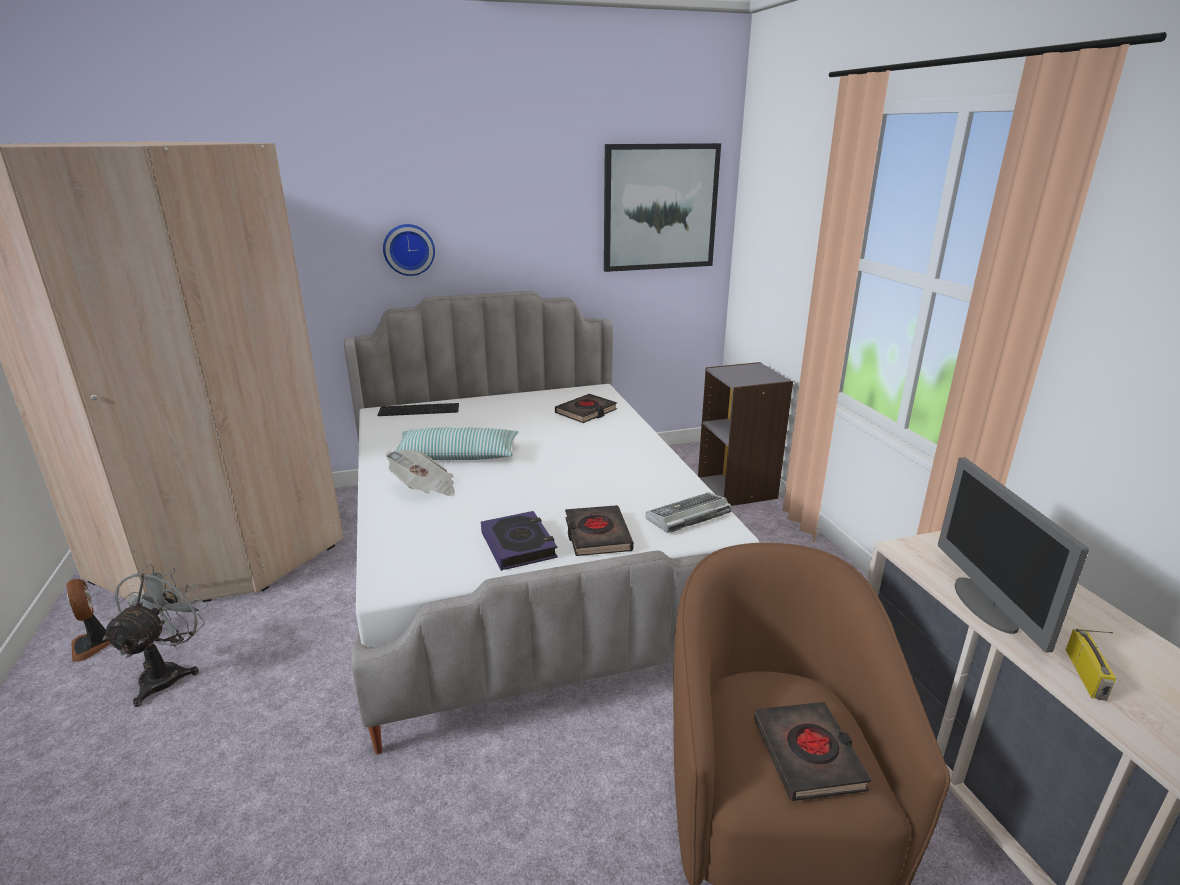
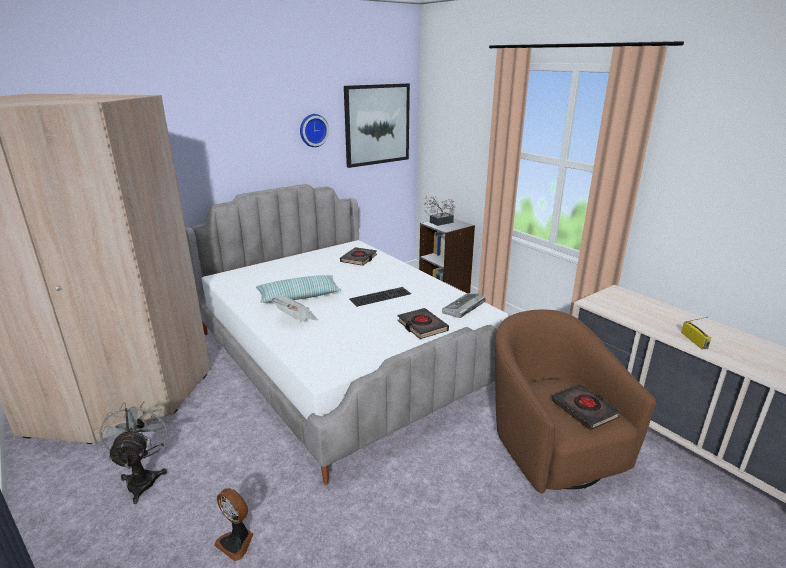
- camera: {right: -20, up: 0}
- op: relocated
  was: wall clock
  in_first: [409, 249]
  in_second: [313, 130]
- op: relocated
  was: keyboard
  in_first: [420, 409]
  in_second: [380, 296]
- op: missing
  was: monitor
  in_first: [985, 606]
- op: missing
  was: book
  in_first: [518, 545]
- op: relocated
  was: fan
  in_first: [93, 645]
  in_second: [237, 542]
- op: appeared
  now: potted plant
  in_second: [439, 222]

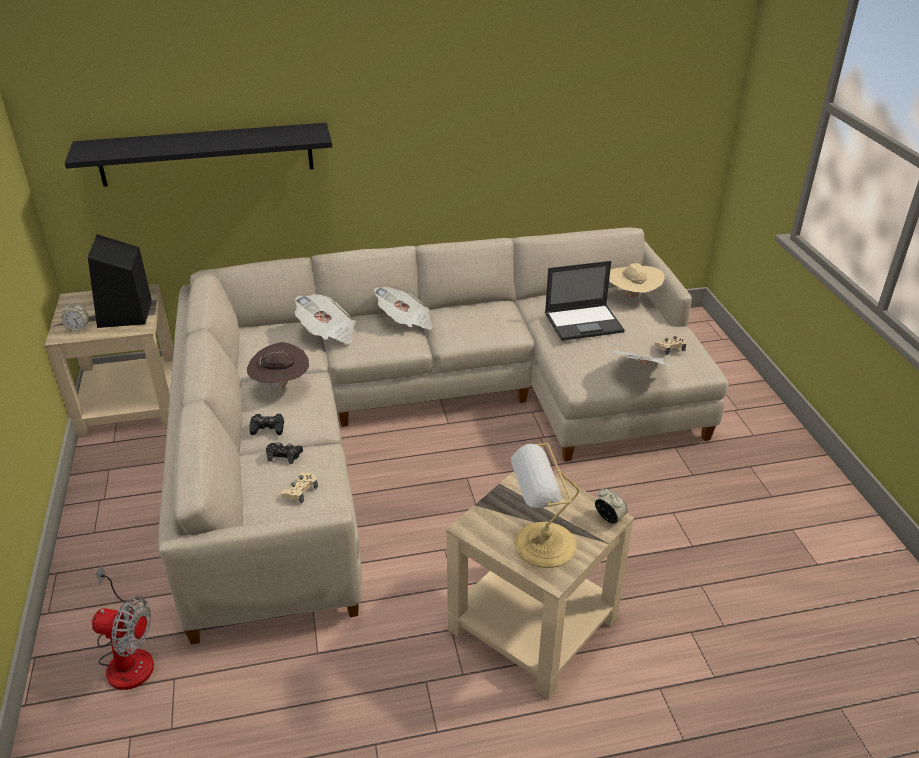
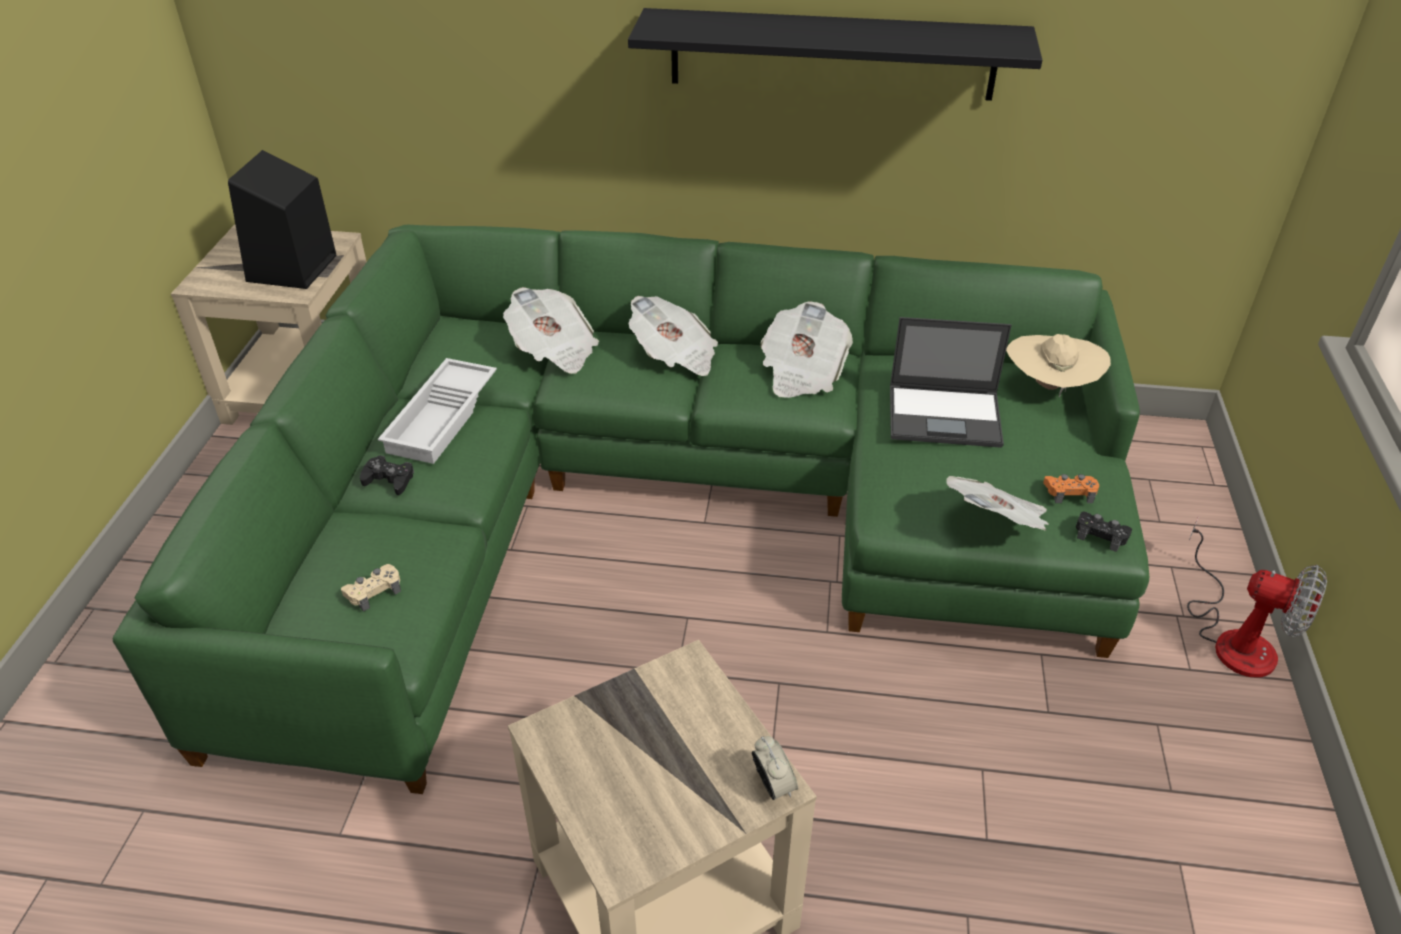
- camera: {right: 20, up: 5}
- op: relocated
  was: black shelf
  in_first: [206, 154]
  in_second: [832, 54]
- op: colour
  was: beige sofa
  now: green sofa
  in_first: [420, 420]
  in_second: [667, 507]
- op: missing
  was: alarm clock
  in_first: [78, 328]
- op: colour
  was: beige game controller
  now: orange game controller
  in_first: [670, 348]
  in_second: [1069, 492]
- op: exchanged
  was: brown hat
  now: white tray
  in_first: [281, 385]
  in_second: [443, 418]
- op: relocated
  was: black game controller
  in_first: [284, 455]
  in_second: [1101, 535]
- op: missing
  was: table lamp
  in_first: [542, 545]
- op: relocated
  was: fan
  in_first: [127, 656]
  in_second: [1234, 637]
- op: appeared
  now: newspaper
  in_second: [802, 372]

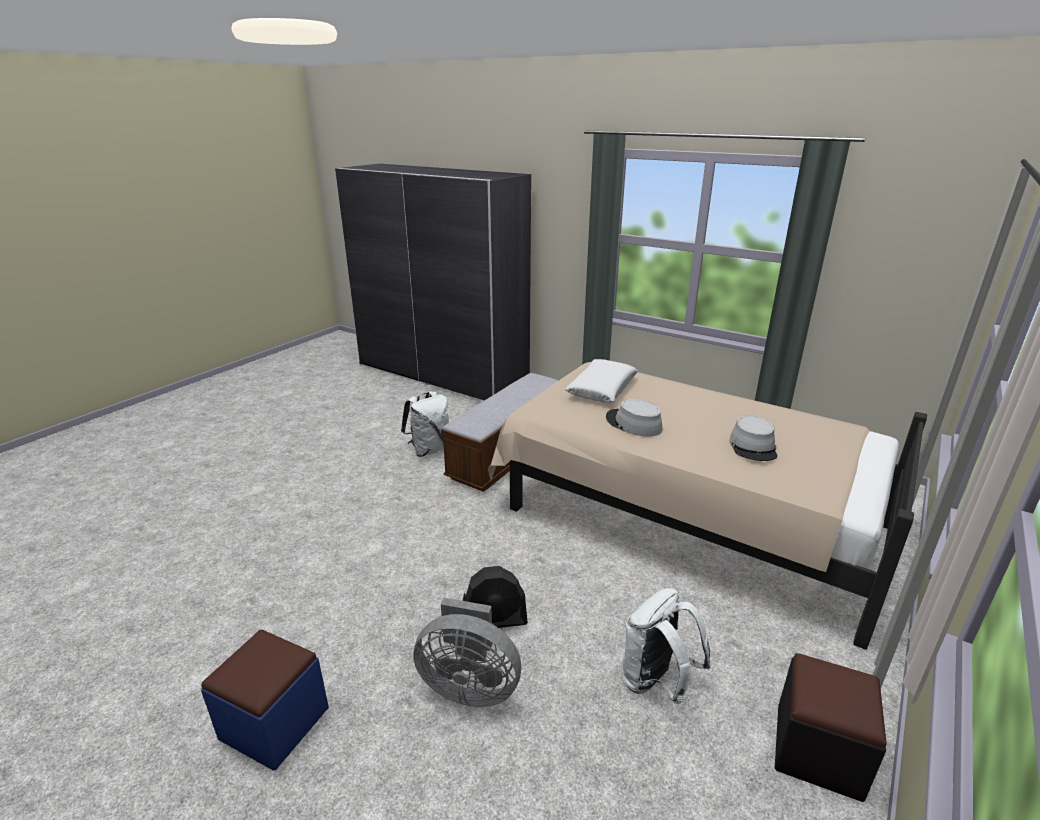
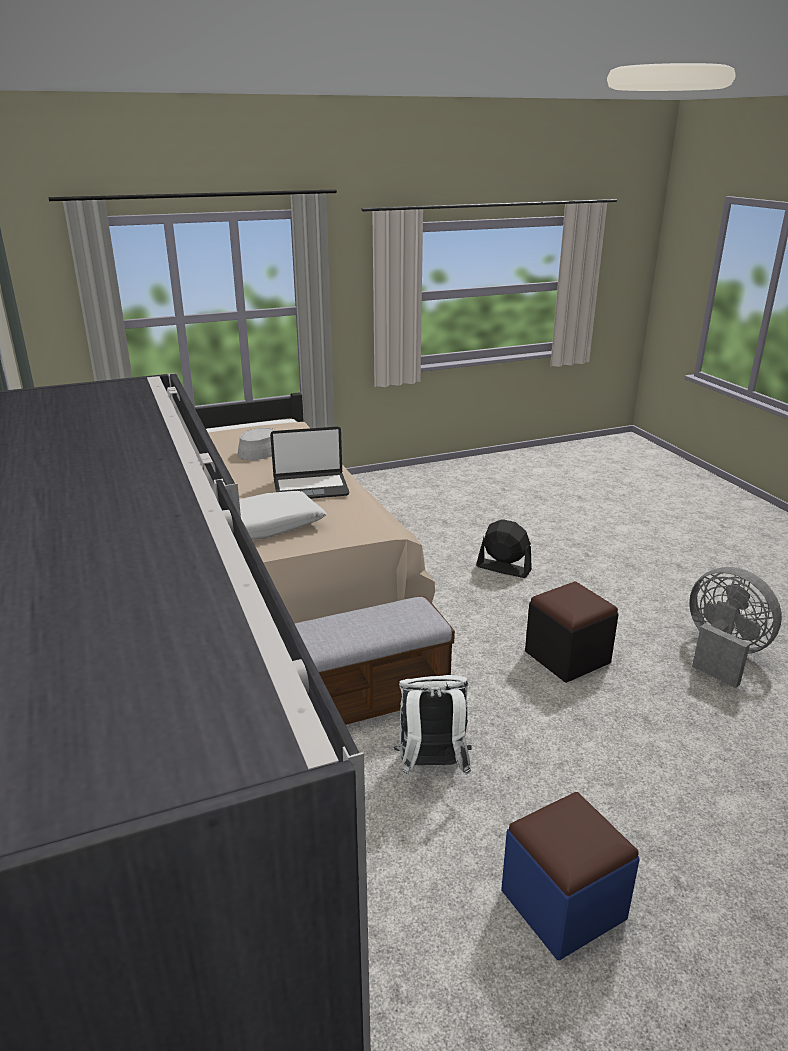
- camera: {right: -145, up: 0}
- op: exchanged
  was: grey hat
  now: laptop
  in_first: [633, 424]
  in_second: [310, 488]
- op: missing
  was: white backpack
  in_first: [656, 682]
- op: relocated
  was: grey fan
  in_first: [469, 686]
  in_second: [722, 654]
- op: relocated
  was: blue ottoman
  in_first: [275, 723]
  in_second: [563, 904]
- op: relocated
  was: black ottoman
  in_first: [818, 751]
  in_second: [567, 657]

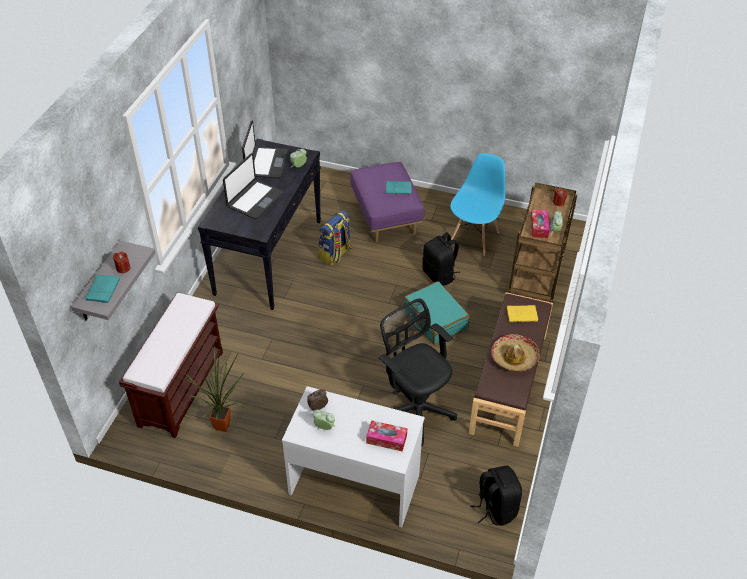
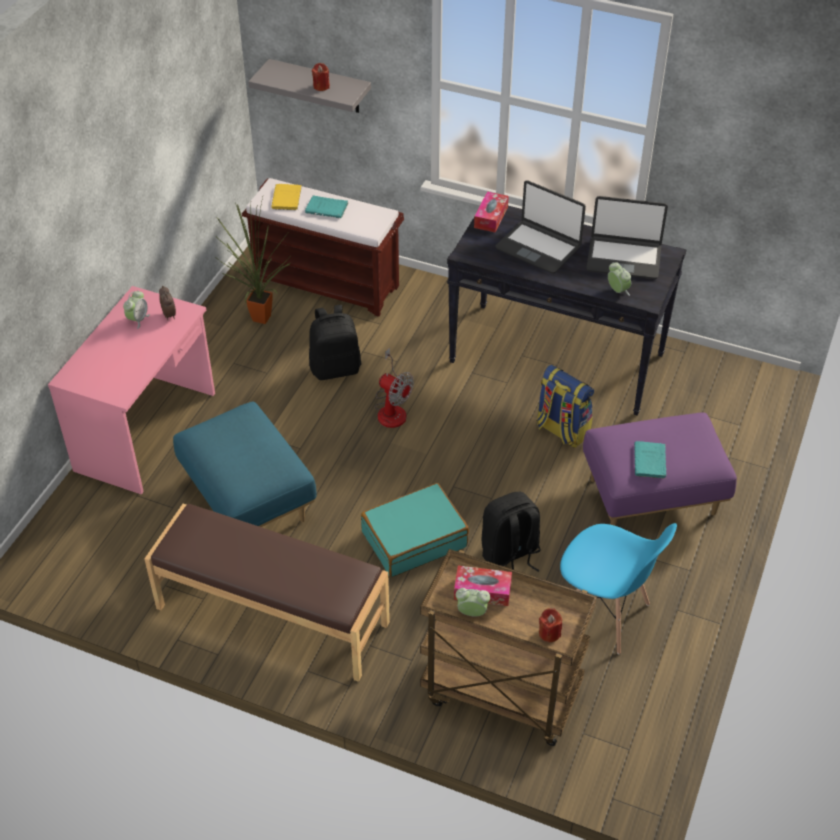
- camera: {right: 95, up: 0}
- op: relocated
  was: turquoise book
  in_first: [103, 289]
  in_second: [328, 208]
- op: exchanged
  was: black office chair
  now: blue ottoman
  in_first: [415, 408]
  in_second: [249, 500]
- op: relocated
  was: yellow book
  in_first: [523, 314]
  in_second: [286, 199]
- op: missing
  was: hat
  in_first: [514, 357]
- op: colour
  was: white desk
  now: pink desk
  in_first: [354, 483]
  in_second: [147, 432]
- op: relocated
  was: tissue box
  in_first: [386, 439]
  in_second: [491, 217]
- op: relocated
  was: black backpack
  in_first: [495, 508]
  in_second: [335, 368]
- op: appeared
  now: fan
  in_second: [391, 409]

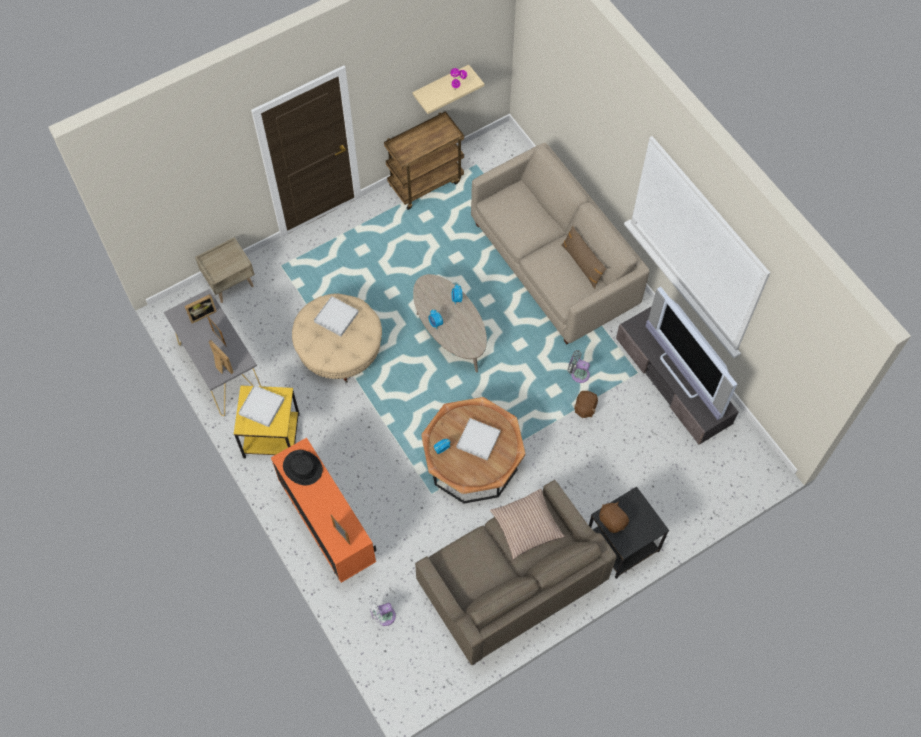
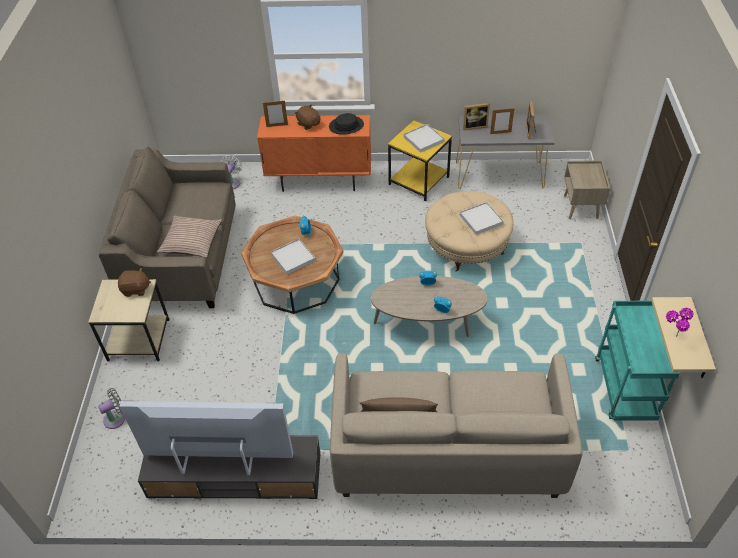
- camera: {right: 125, up: -15}
- op: colour
  was: brown cart
  now: turquoise cart
  in_first: [425, 182]
  in_second: [625, 390]
- op: relocated
  was: grey fan
  in_first: [578, 374]
  in_second: [116, 418]
- op: relocated
  was: brown plush toy
  in_first: [584, 408]
  in_second: [308, 124]
- op: colour
  was: black side table
  now: beige side table
  in_first: [622, 544]
  in_second: [138, 339]

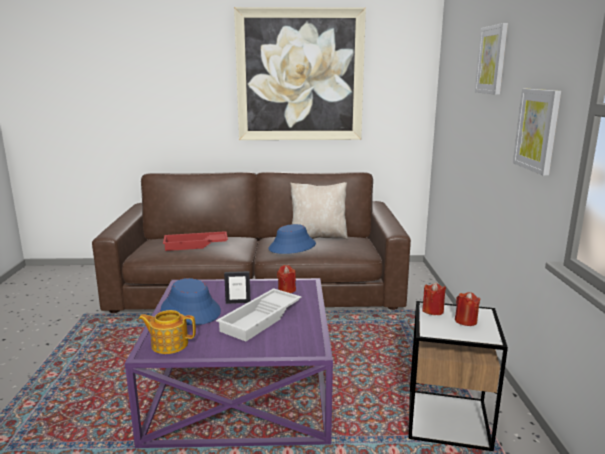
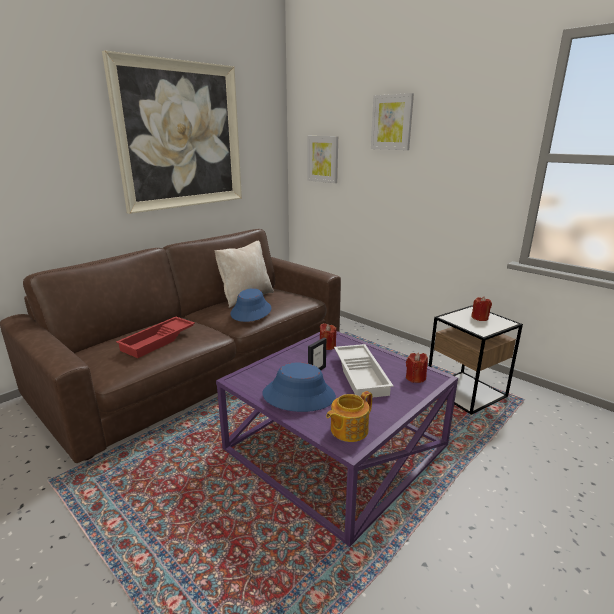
- camera: {right: -45, up: 5}
- op: relocated
  was: picture
  in_first: [537, 130]
  in_second: [323, 159]
- op: relocated
  was: red candle
  in_first: [433, 311]
  in_second: [415, 378]

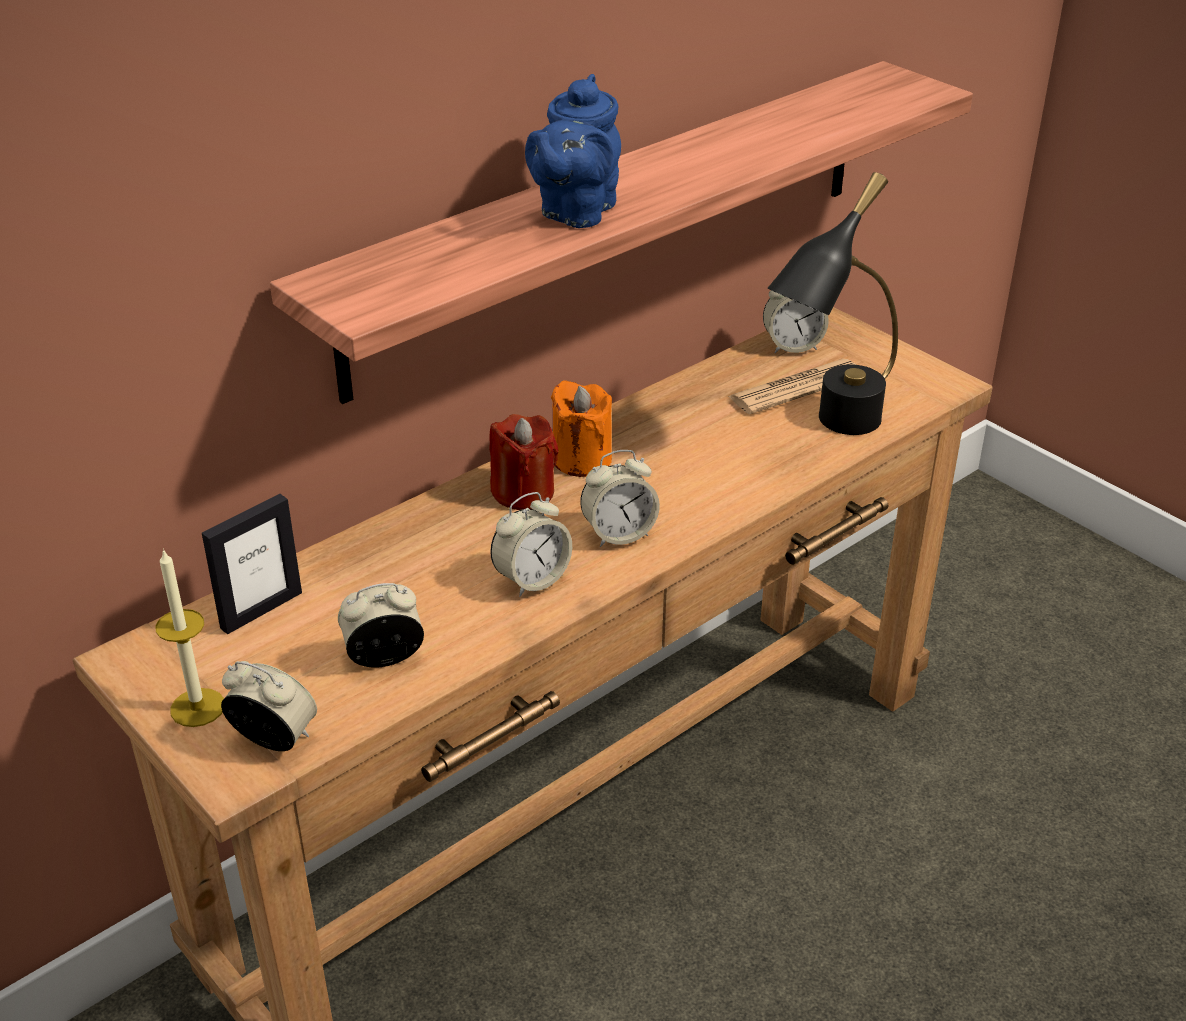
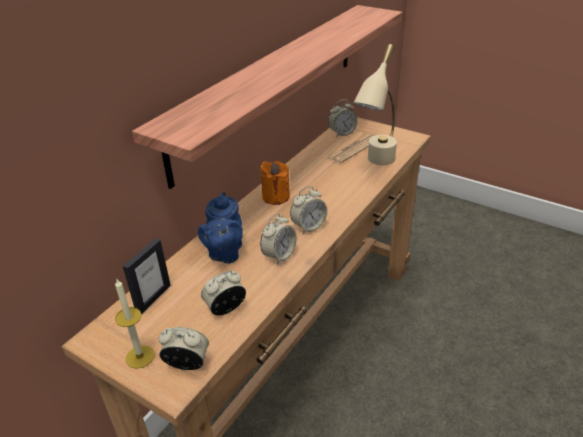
- camera: {right: -15, up: 0}
- op: relocated
  was: blue teapot
  in_first: [575, 212]
  in_second: [224, 253]
- op: colour
  was: black table lamp
  now: beige table lamp
  in_first: [830, 430]
  in_second: [376, 164]
- op: missing
  was: red candle
  in_first: [523, 492]

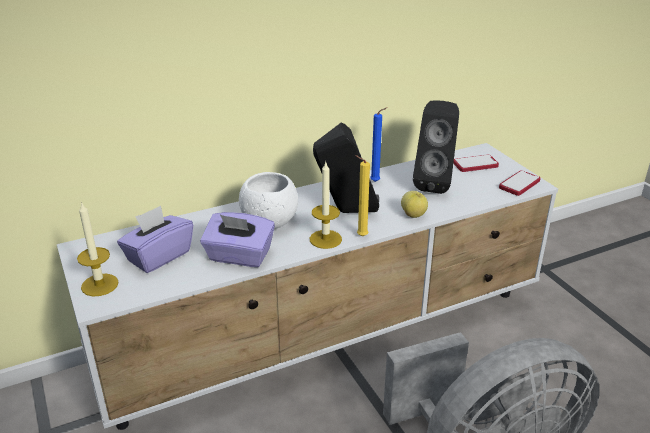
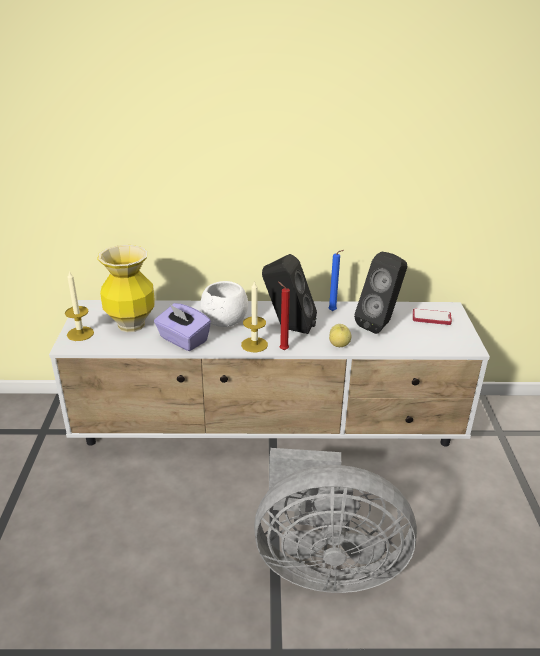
- camera: {right: 25, up: 0}
- op: colour
  was: yellow candle
  now: red candle
  in_first: [360, 236]
  in_second: [282, 349]
- op: missing
  was: phone
  in_first: [519, 184]
- op: exchanged
  was: purple tissue box
  now: vase
  in_first: [158, 256]
  in_second: [131, 325]

